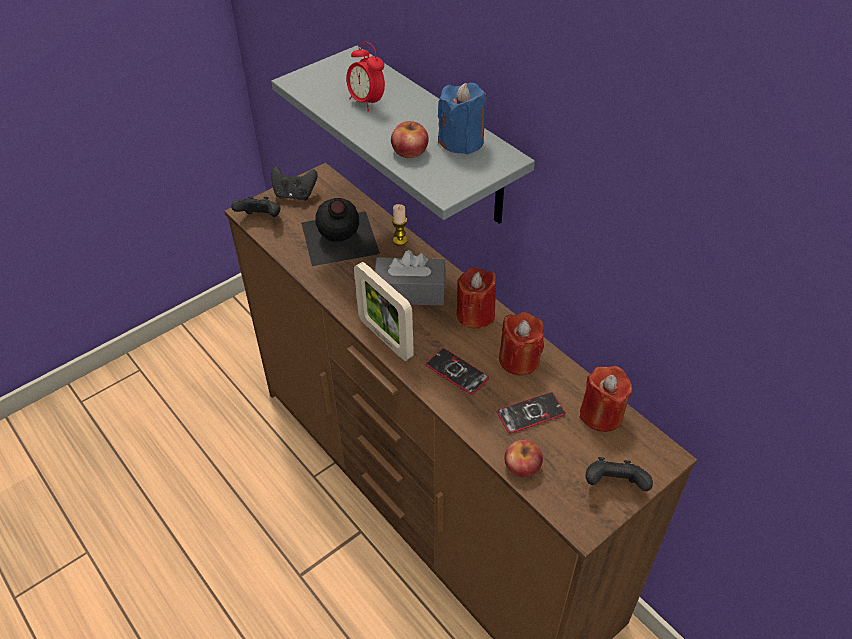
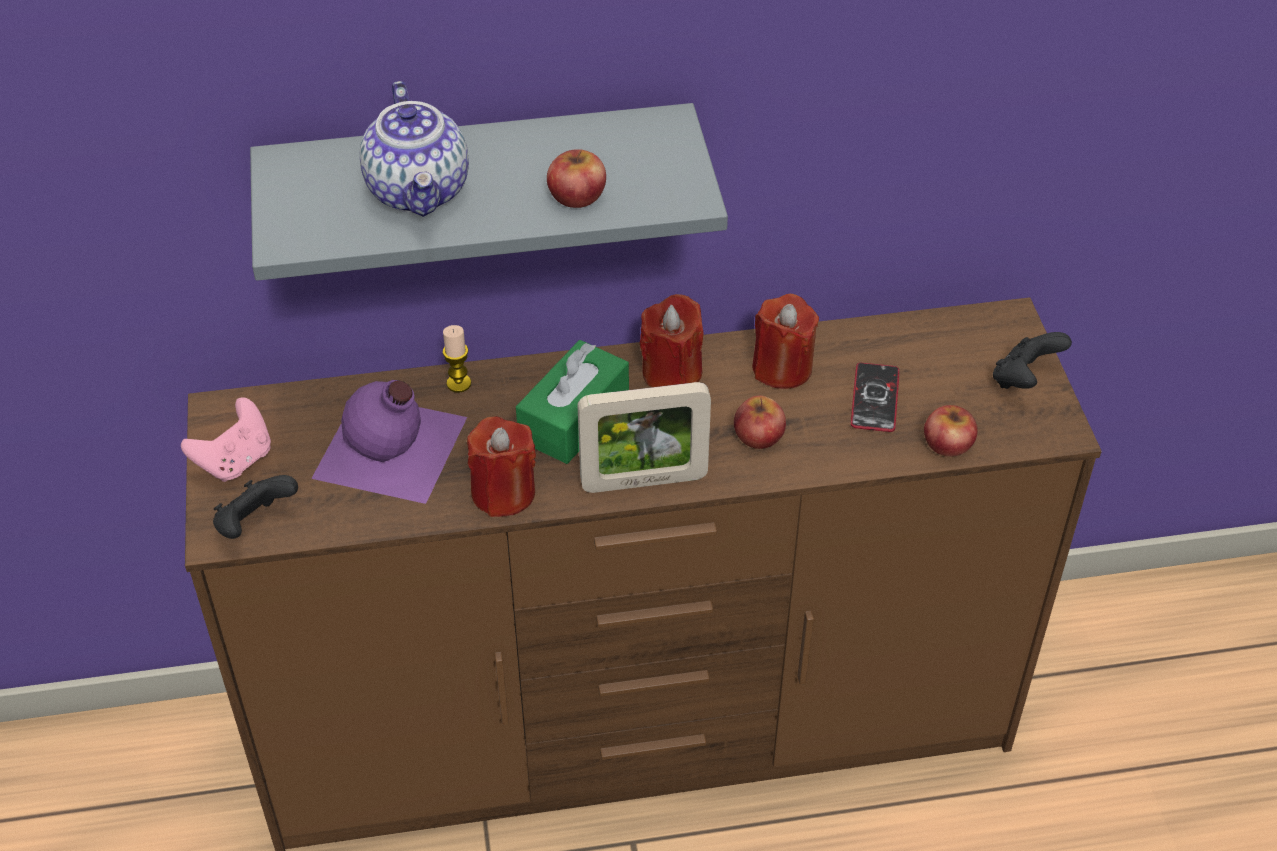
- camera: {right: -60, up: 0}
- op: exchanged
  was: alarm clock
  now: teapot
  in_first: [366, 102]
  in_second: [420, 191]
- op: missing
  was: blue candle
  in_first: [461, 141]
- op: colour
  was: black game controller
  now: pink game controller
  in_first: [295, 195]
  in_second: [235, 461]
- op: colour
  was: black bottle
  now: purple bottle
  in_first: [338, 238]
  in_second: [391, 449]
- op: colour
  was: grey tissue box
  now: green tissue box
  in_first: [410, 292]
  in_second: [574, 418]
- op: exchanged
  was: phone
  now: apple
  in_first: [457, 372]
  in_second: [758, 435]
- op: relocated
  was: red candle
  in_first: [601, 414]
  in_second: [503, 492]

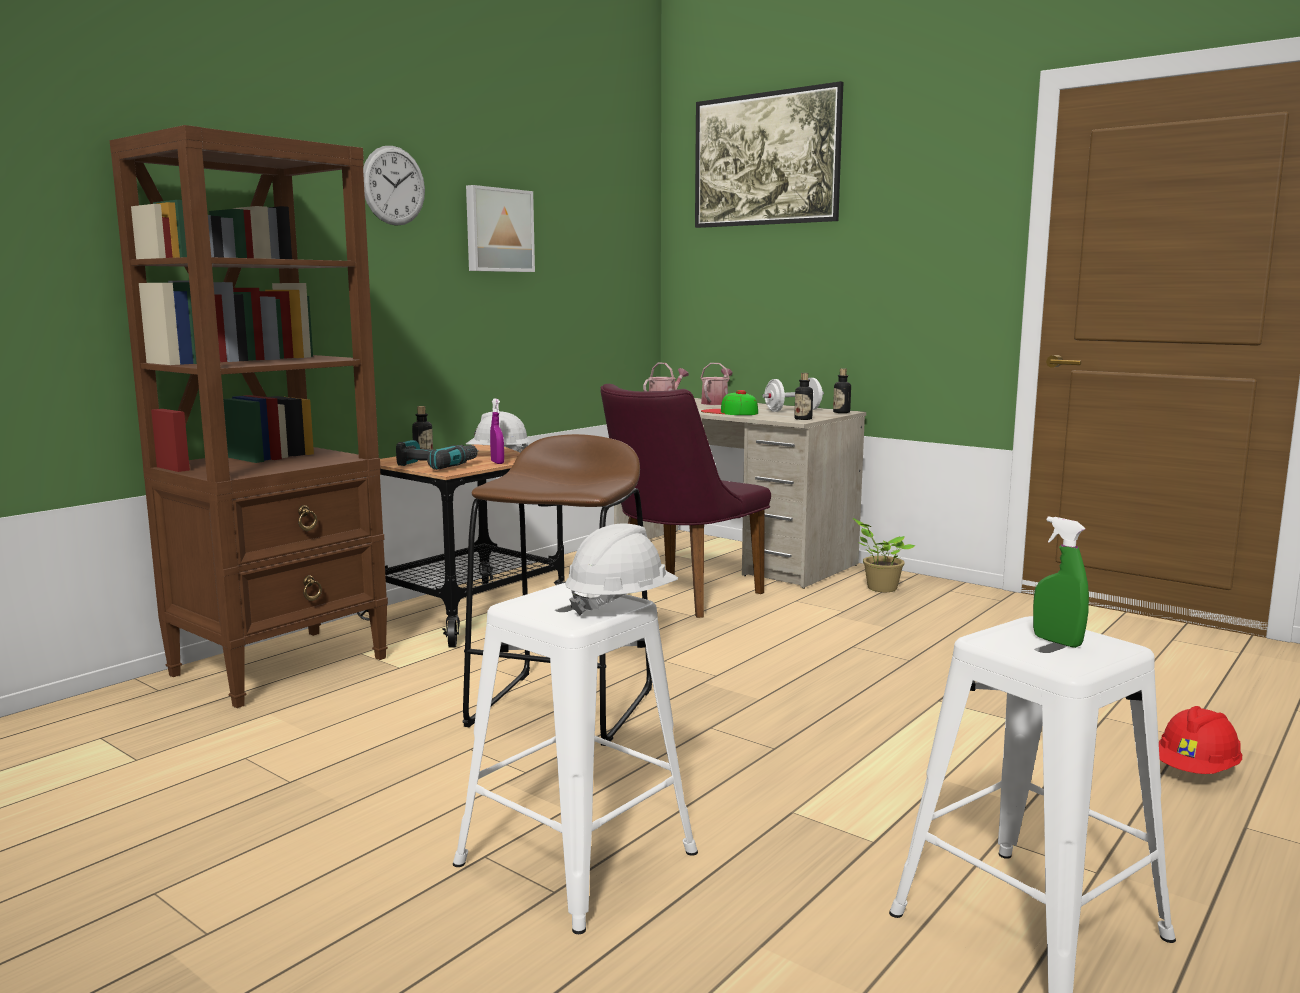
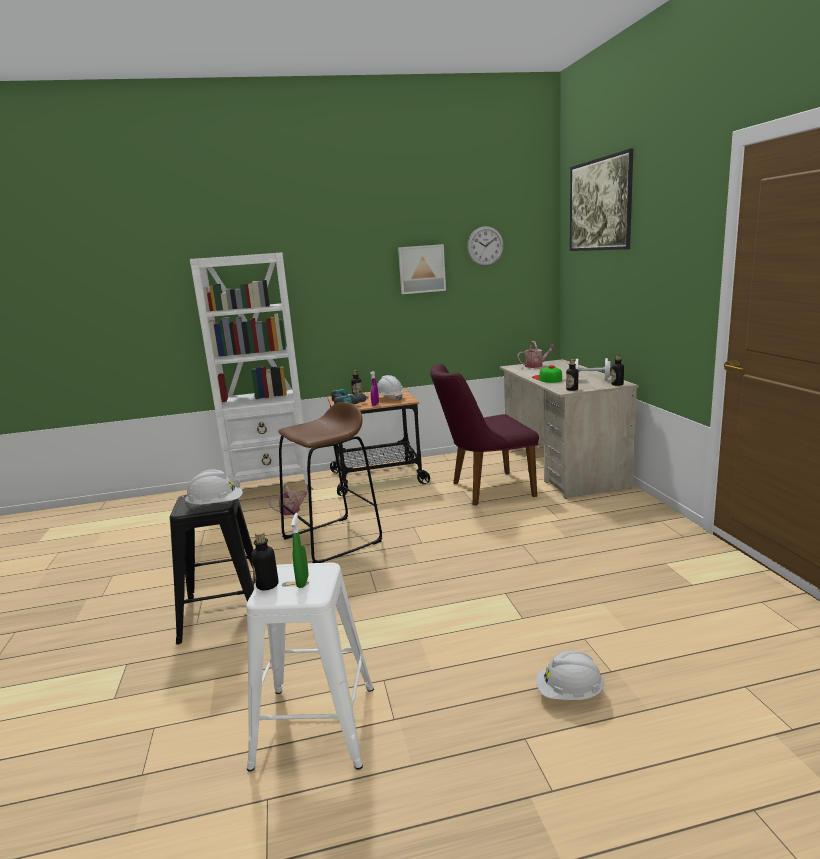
- camera: {right: 40, up: 5}
- op: colour
  was: brown bookcase
  now: white bookcase
  in_first: [282, 666]
  in_second: [273, 490]
- op: relocated
  was: wall clock
  in_first: [393, 185]
  in_second: [485, 246]
- op: relocated
  was: watering can
  in_first: [716, 403]
  in_second: [293, 510]
- op: missing
  was: potted plant
  in_first: [879, 588]
- op: colour
  was: white stool
  now: black stool
  in_first: [576, 856]
  in_second: [225, 612]
- op: colour
  was: red hard hat
  now: white hard hat
  in_first: [1196, 771]
  in_second: [569, 694]
- op: appeared
  now: bottle
  in_second: [267, 585]

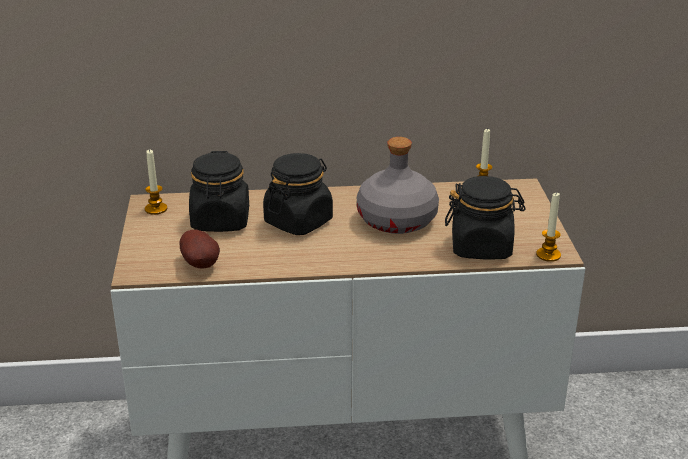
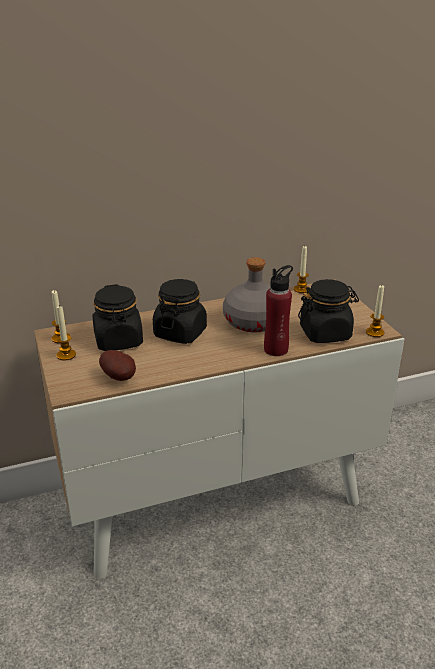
- camera: {right: -15, up: 0}
- op: appeared
  now: red bottle
  in_second: [276, 349]
- op: appeared
  now: candle
  in_second: [66, 355]

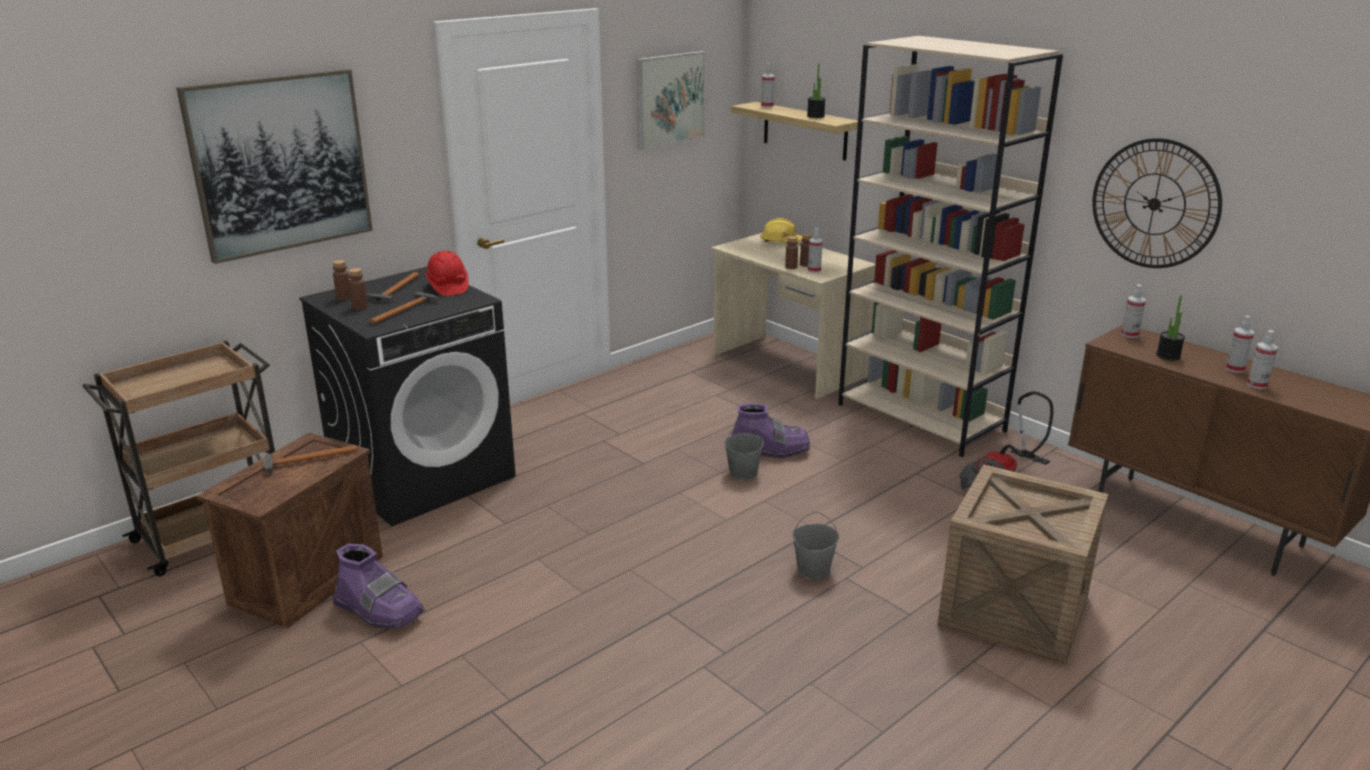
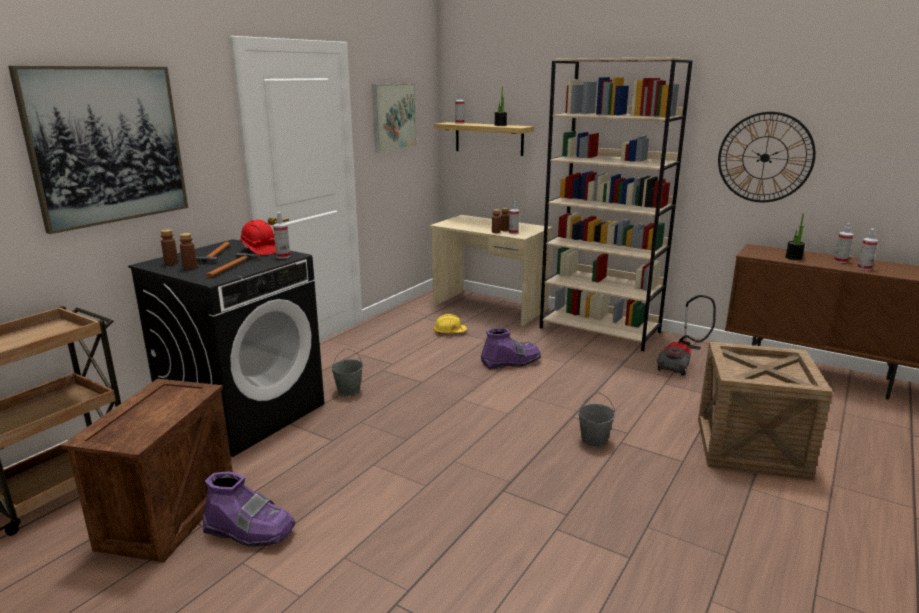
- camera: {right: -15, up: -5}
- op: relocated
  was: yellow hard hat
  in_first: [780, 241]
  in_second: [449, 332]
- op: relocated
  was: spray bottle
  in_first: [1129, 334]
  in_second: [283, 256]
- op: relocated
  was: grey bucket
  in_first: [743, 472]
  in_second: [348, 390]
- op: missing
  was: hammer
  in_first: [306, 459]

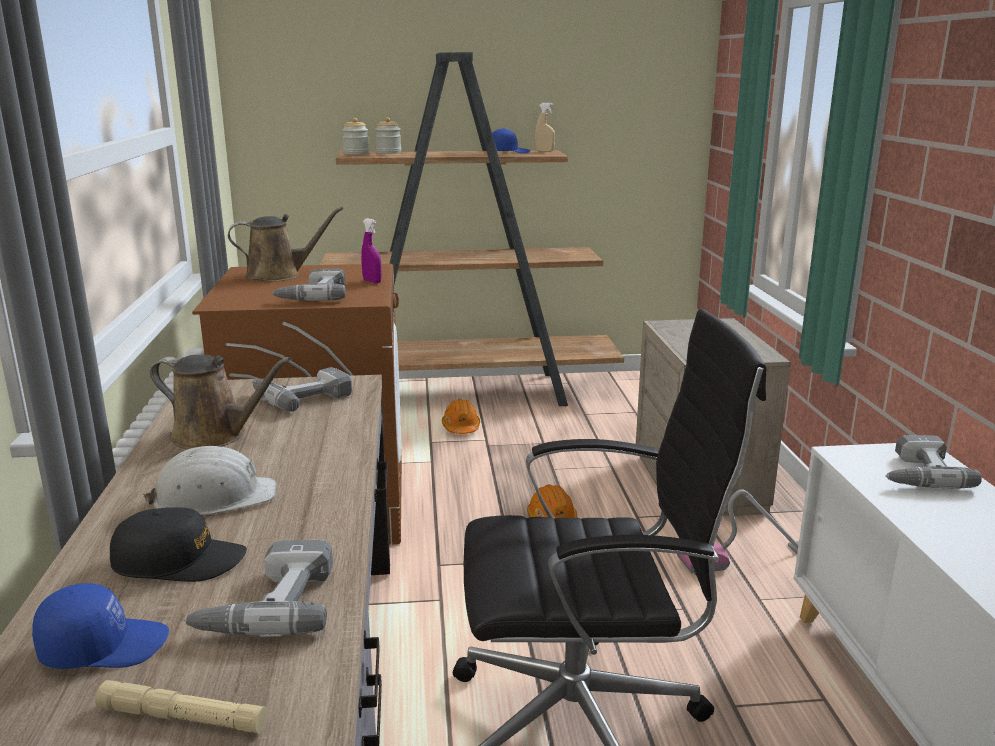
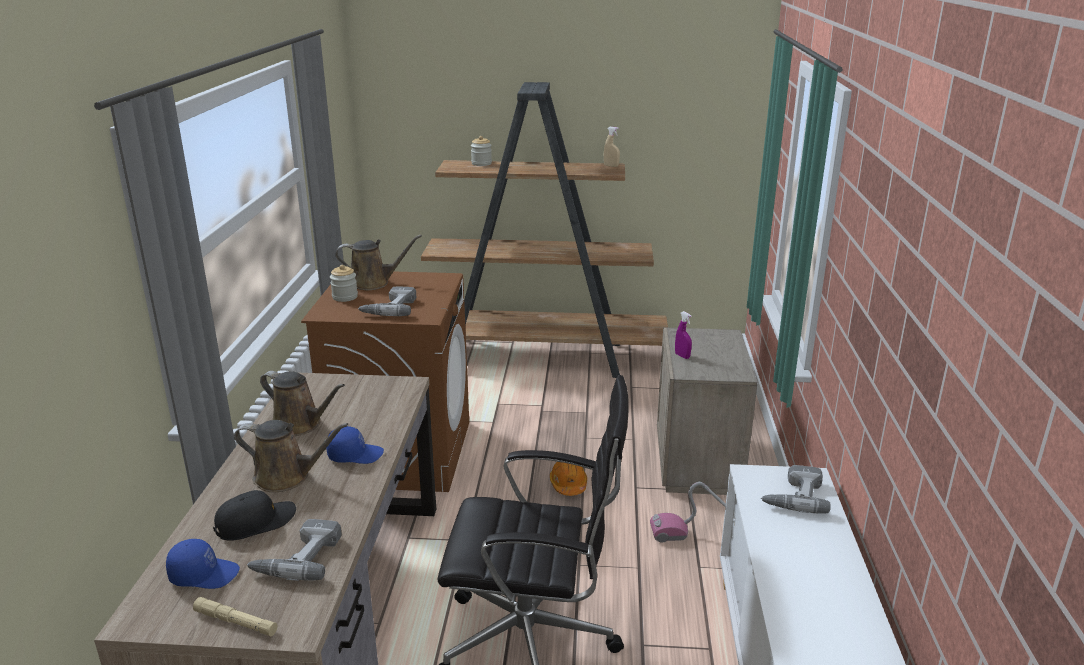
- camera: {right: 10, up: 5}
- op: relocated
  was: jar
  in_first: [356, 153]
  in_second: [345, 297]
- op: relocated
  was: blue cap
  in_first: [509, 152]
  in_second: [355, 454]
- op: relocated
  was: purple spray bottle
  in_first: [372, 281]
  in_second: [682, 356]
- op: missing
  was: power drill
  in_first: [301, 396]
- op: missing
  was: orange hard hat
  in_first: [461, 428]
- op: exchanged
  was: white hard hat
  now: brown watering can
  in_first: [214, 498]
  in_second: [287, 477]
- op: spun
  was: black cap
  in_first: [179, 561]
  in_second: [256, 522]
  clockwise: -45

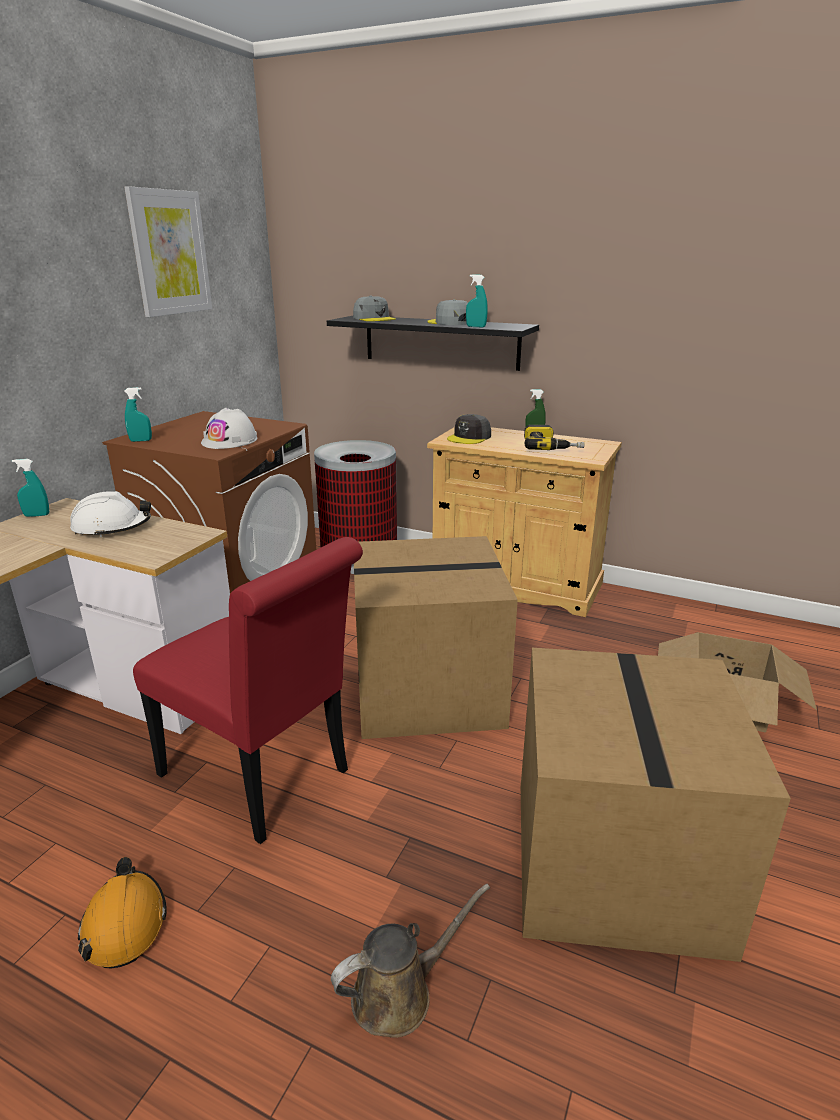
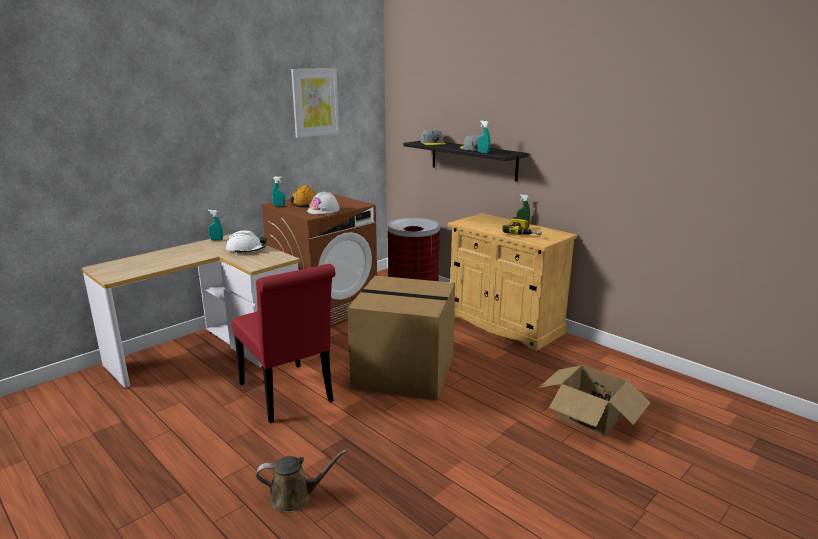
- camera: {right: 20, up: -5}
- op: missing
  was: grey cap
  in_first: [469, 437]
- op: missing
  was: cardboard box
  in_first: [619, 865]
- op: relocated
  was: orange hard hat
  in_first: [124, 923]
  in_second: [305, 203]

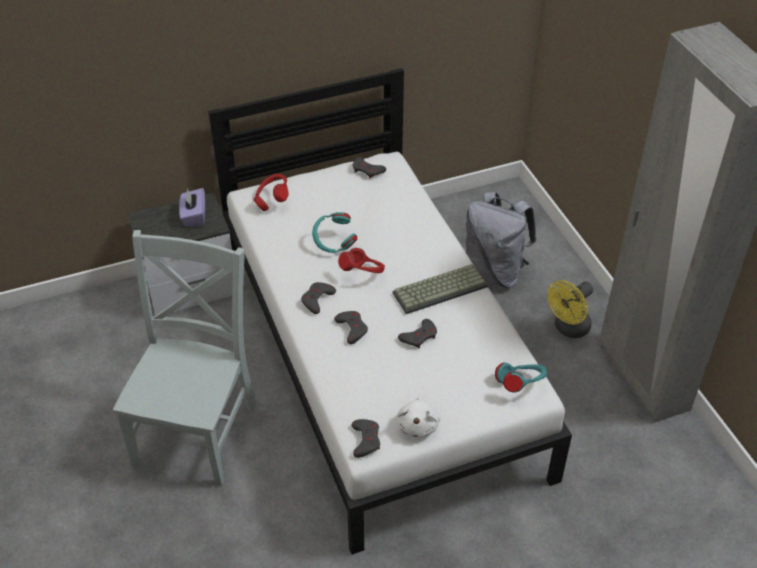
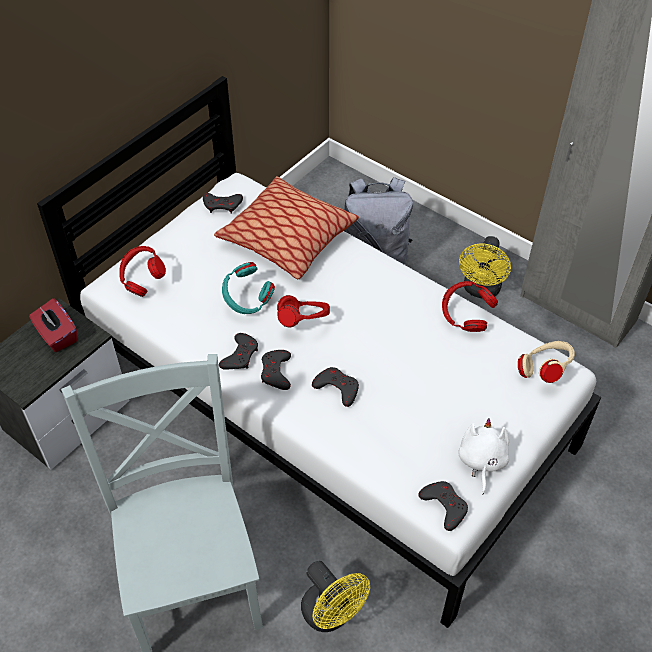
- camera: {right: -30, up: 5}
- op: colour
  was: purple tissue box
  now: red tissue box
  in_first: [194, 216]
  in_second: [57, 336]
- op: missing
  was: keyboard
  in_first: [440, 288]
- op: relocated
  was: grey game controller
  in_first: [419, 336]
  in_second: [240, 355]
- op: colour
  was: turquoise headphones
  now: beige headphones
  in_first: [520, 385]
  in_second: [544, 371]
- op: spun
  was: white plush toy
  in_first: [418, 424]
  in_second: [481, 461]
  clockwise: -150
- op: appeared
  now: pillow
  in_second: [287, 238]
- op: appeared
  now: red headphones
  in_second: [465, 318]
- op: appeared
  now: yellow fan
  in_second: [331, 615]

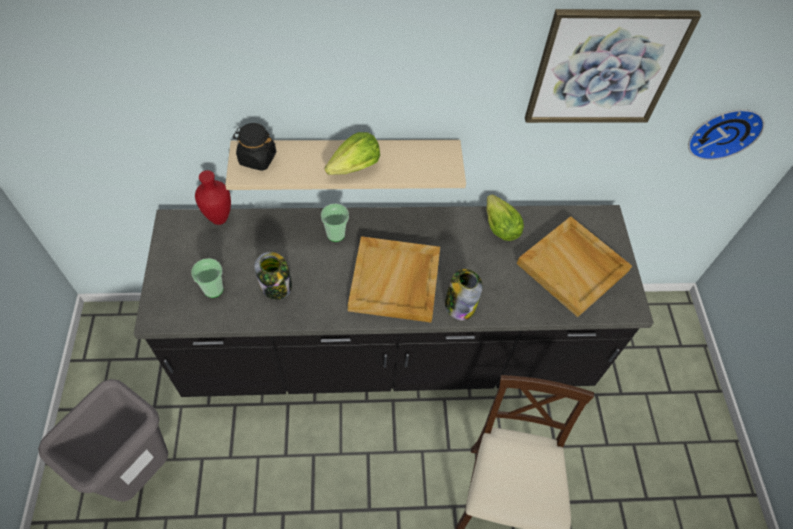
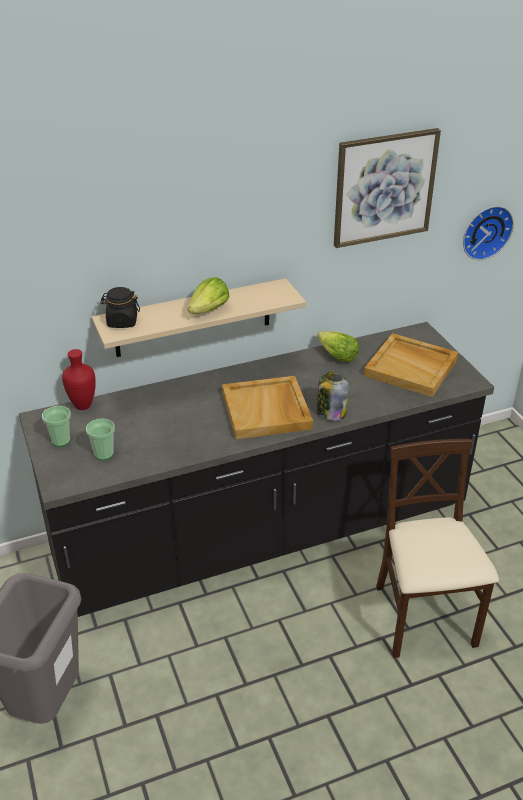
- camera: {right: -15, up: -20}
- op: relocated
  was: cup
  in_first: [336, 234]
  in_second: [61, 440]
- op: missing
  was: jar
  in_first: [276, 286]

